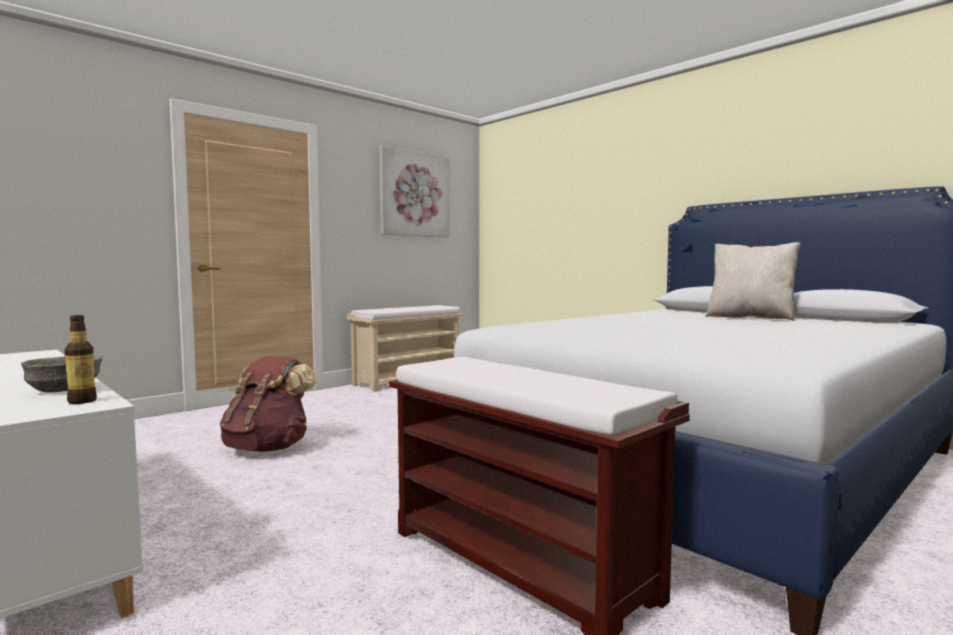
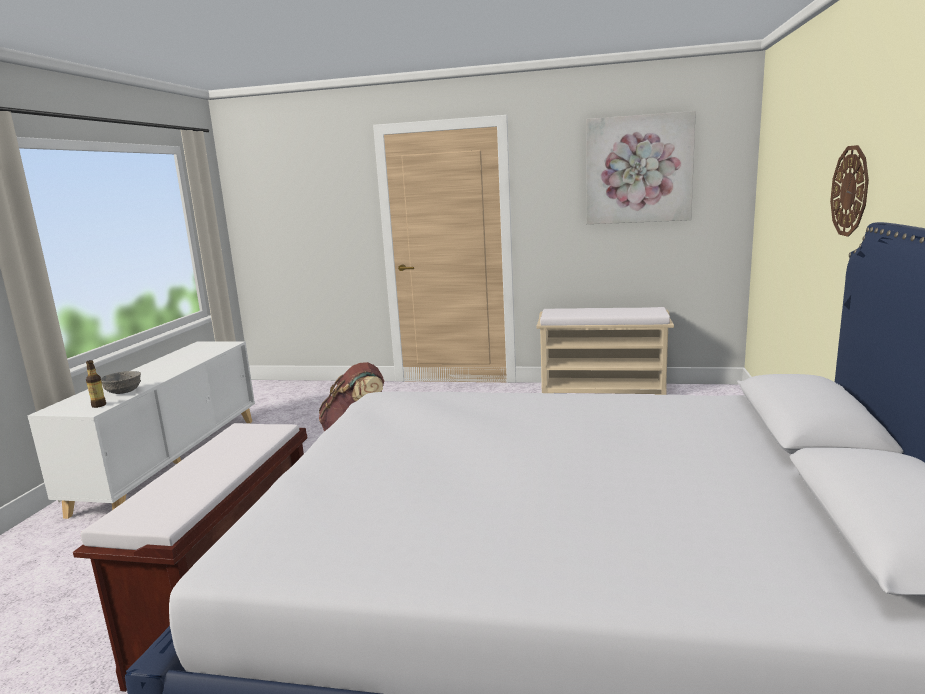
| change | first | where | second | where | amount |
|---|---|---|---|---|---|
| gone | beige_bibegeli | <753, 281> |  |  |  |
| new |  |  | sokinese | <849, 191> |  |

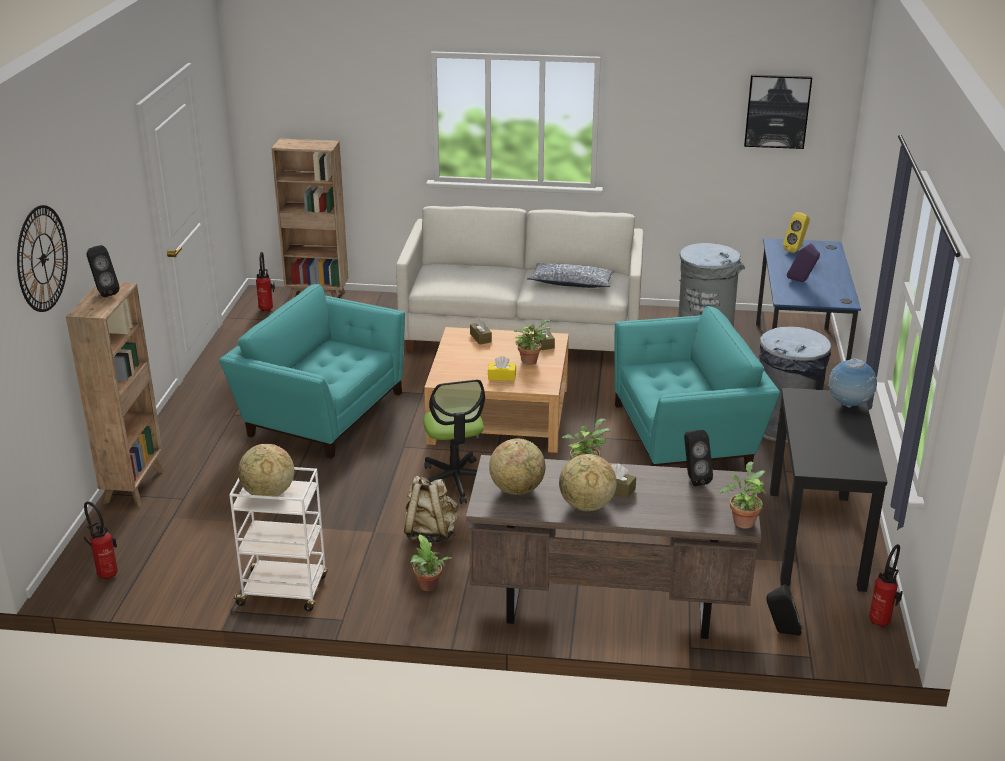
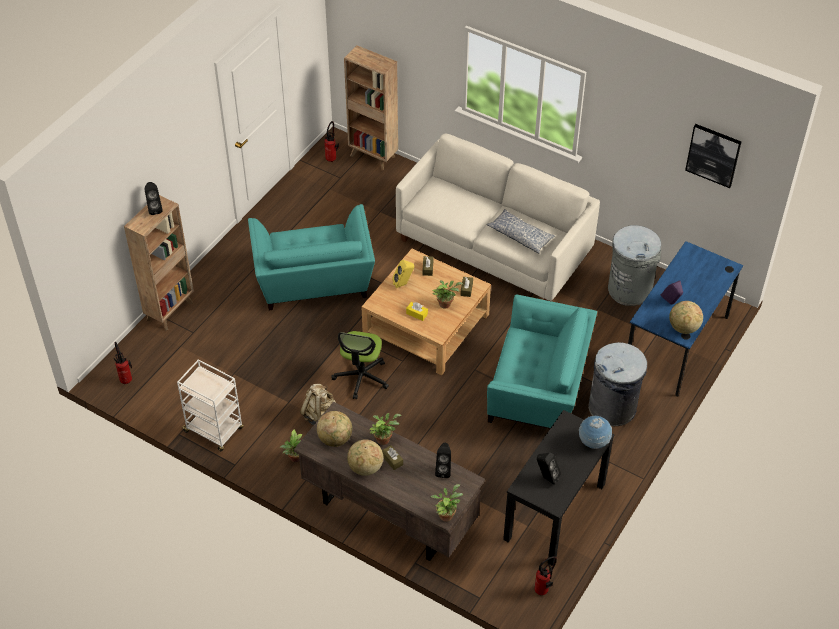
| change | first | where | second | where | amount |
|---|---|---|---|---|---|
| gone | sokinese | <42, 258> |  |  |  |
| shifted | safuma | <266, 470> |  | <686, 317> |  |
| shifted | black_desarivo | <784, 610> |  | <549, 469> |  |
| shifted | yellow_desarivo | <796, 232> |  | <403, 274> |  |
| rotated | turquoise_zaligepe | <312, 371> |  | <311, 257> | 150 degrees counterclockwise |

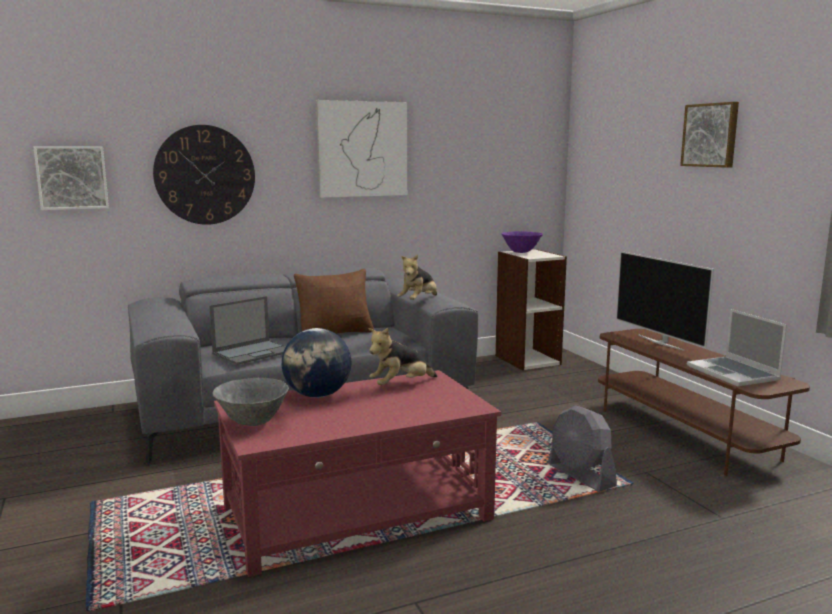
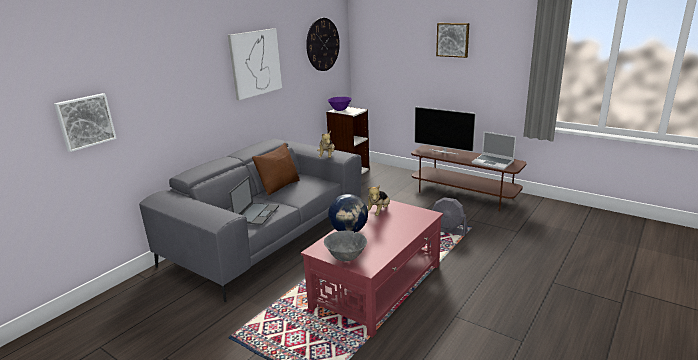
| change | first | where | second | where | amount |
|---|---|---|---|---|---|
| shifted | sokinese | <204, 175> |  | <323, 44> |  |

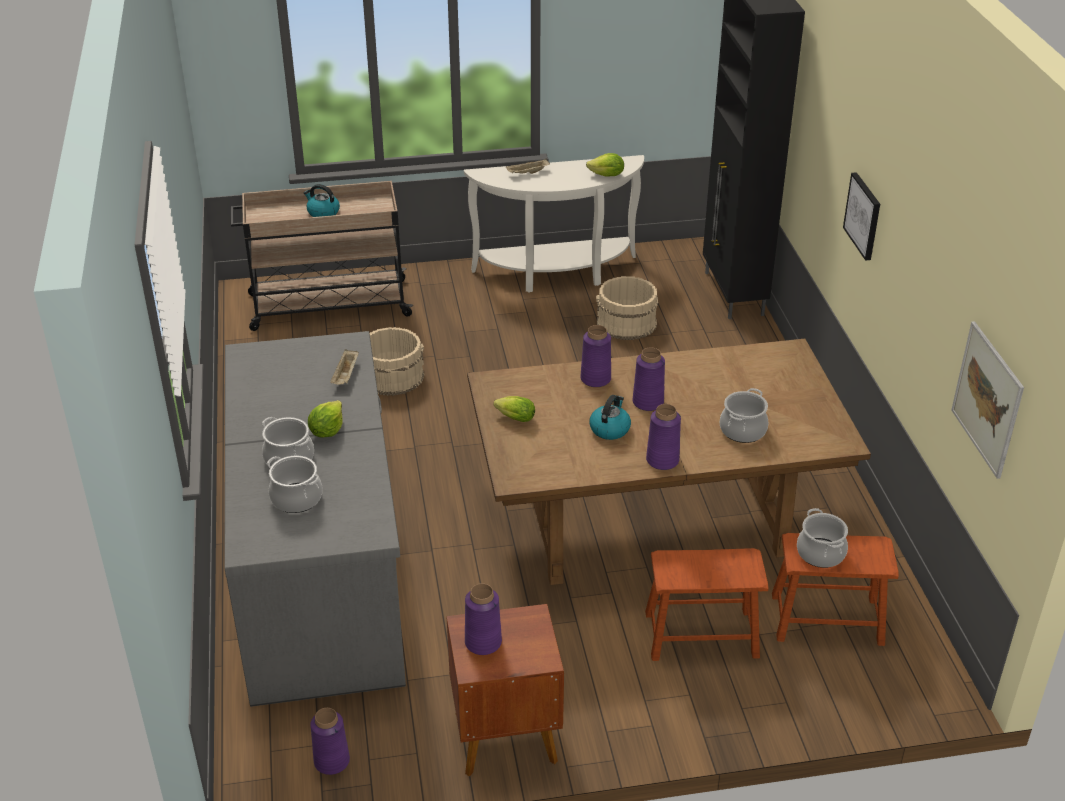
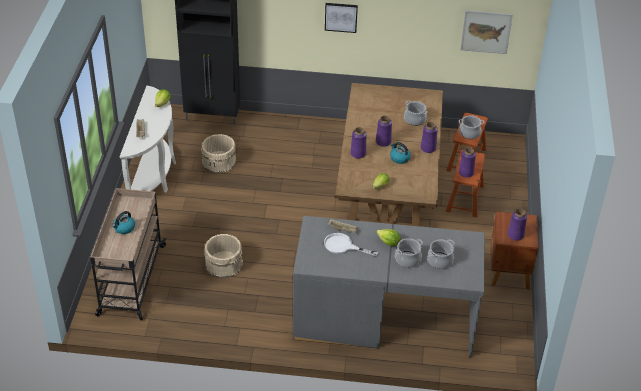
| change | first | where | second | where | amount |
|---|---|---|---|---|---|
| new |  |  | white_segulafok | <351, 244> |  |
| shifted | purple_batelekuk | <330, 741> |  | <467, 162> |  |

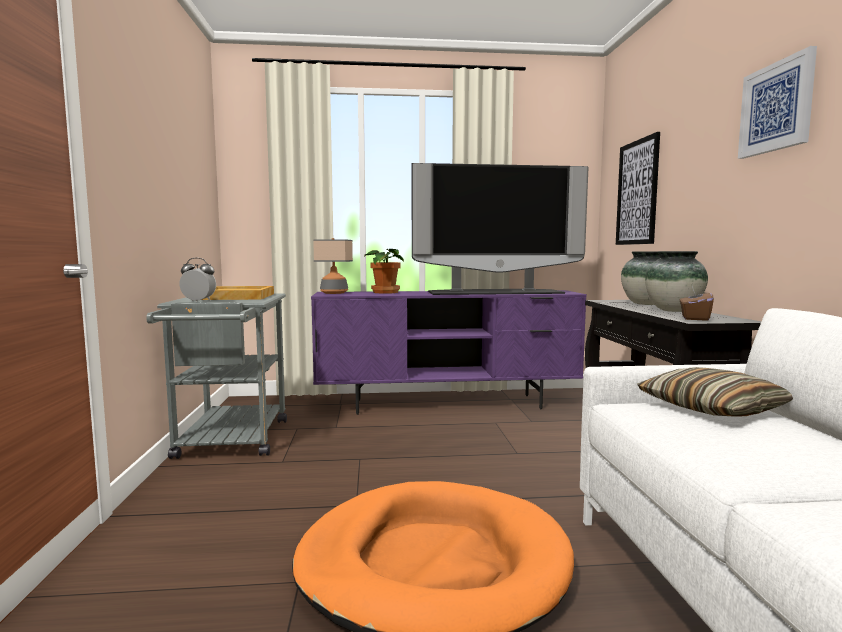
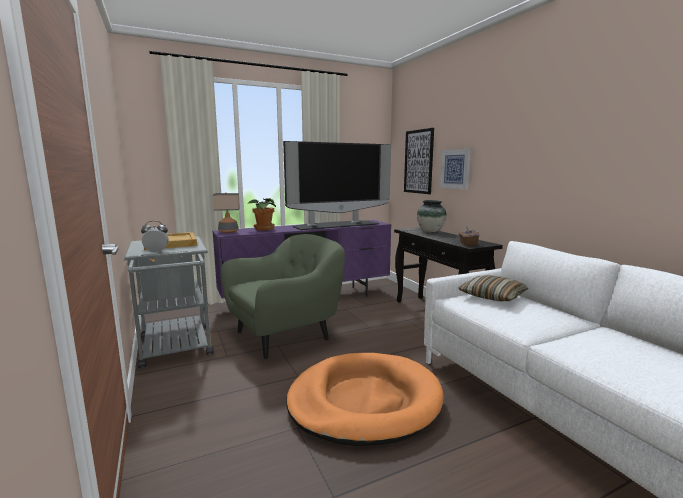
| change | first | where | second | where | amount |
|---|---|---|---|---|---|
| gone | batelekuk | <676, 281> |  |  |  |
| new |  |  | green_zaligepe | <283, 296> |  |
| shifted | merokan | <777, 102> |  | <455, 169> |  |

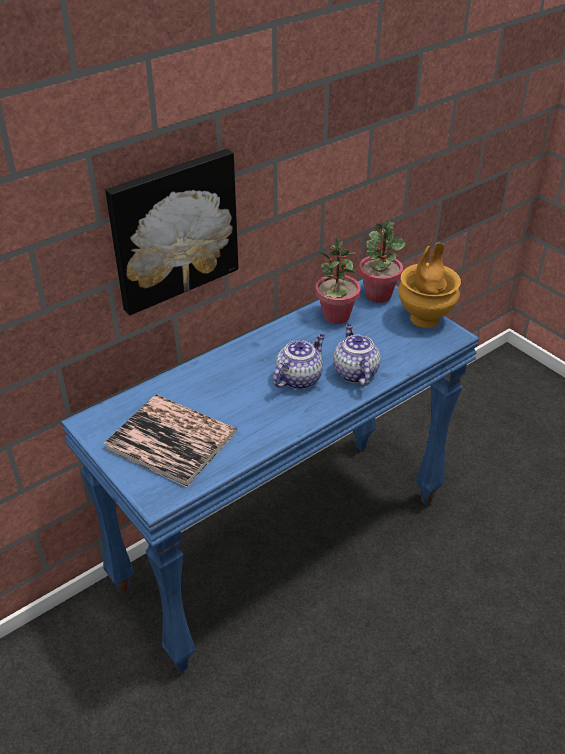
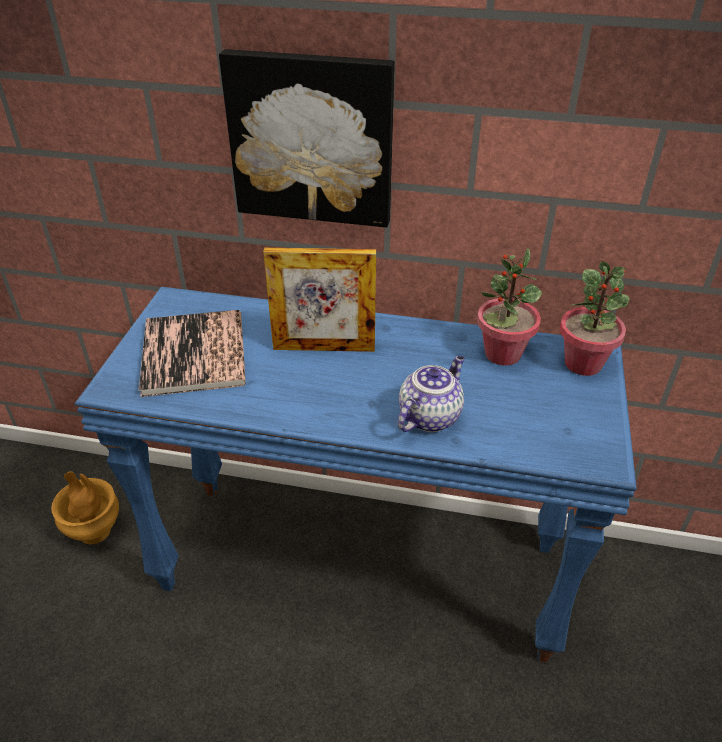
| change | first | where | second | where | amount |
|---|---|---|---|---|---|
| gone | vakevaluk | <299, 361> |  |  |  |
| new |  |  | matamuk | <319, 300> |  |
| shifted | brown_batelekuk | <429, 285> |  | <85, 507> |  |

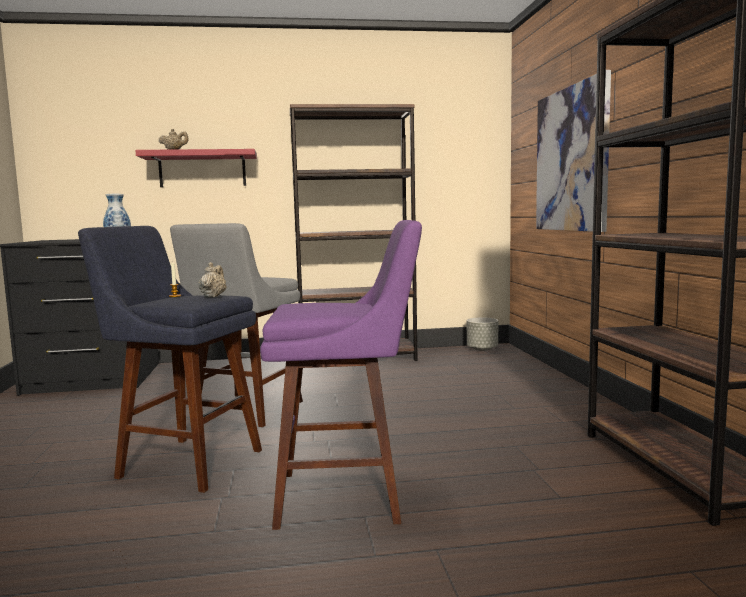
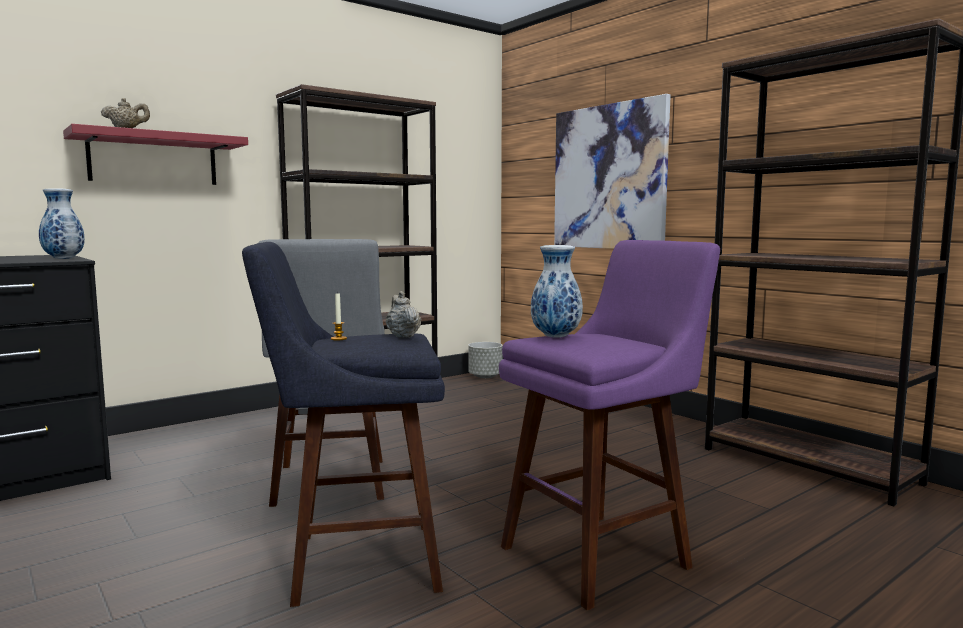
| change | first | where | second | where | amount |
|---|---|---|---|---|---|
| new |  |  | batelekuk | <557, 291> |  |

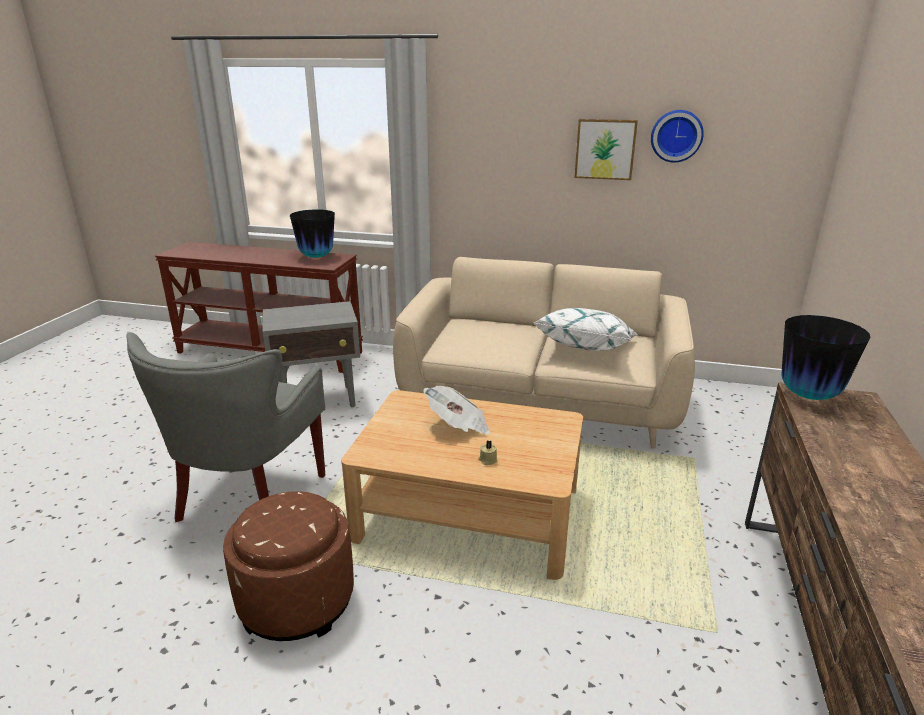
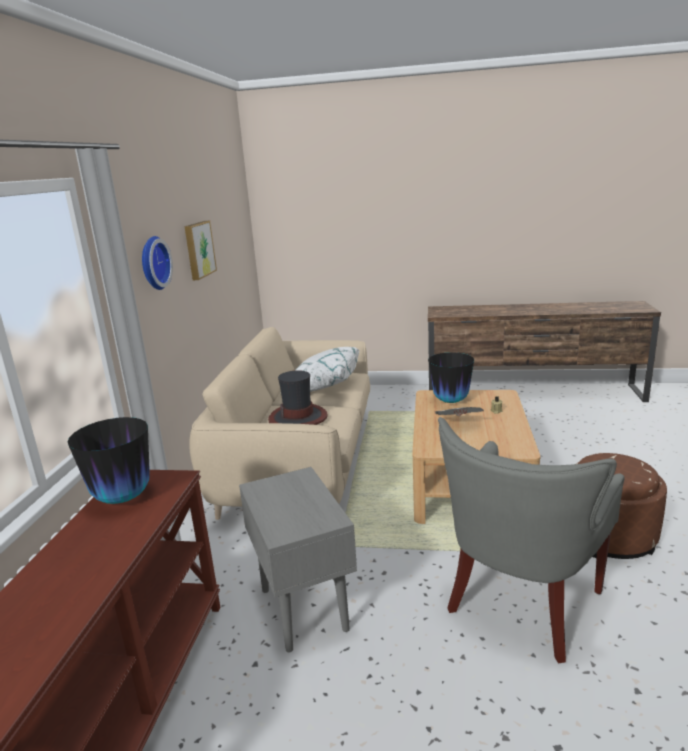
| change | first | where | second | where | amount |
|---|---|---|---|---|---|
| new |  |  | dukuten | <298, 397> |  |
| shifted | sokinese | <677, 136> |  | <157, 263> |  |
| shifted | batelekuk | <826, 357> |  | <451, 377> |  |
| rotated | grey_zaligepe | <225, 427> |  | <531, 540> | 120 degrees clockwise |

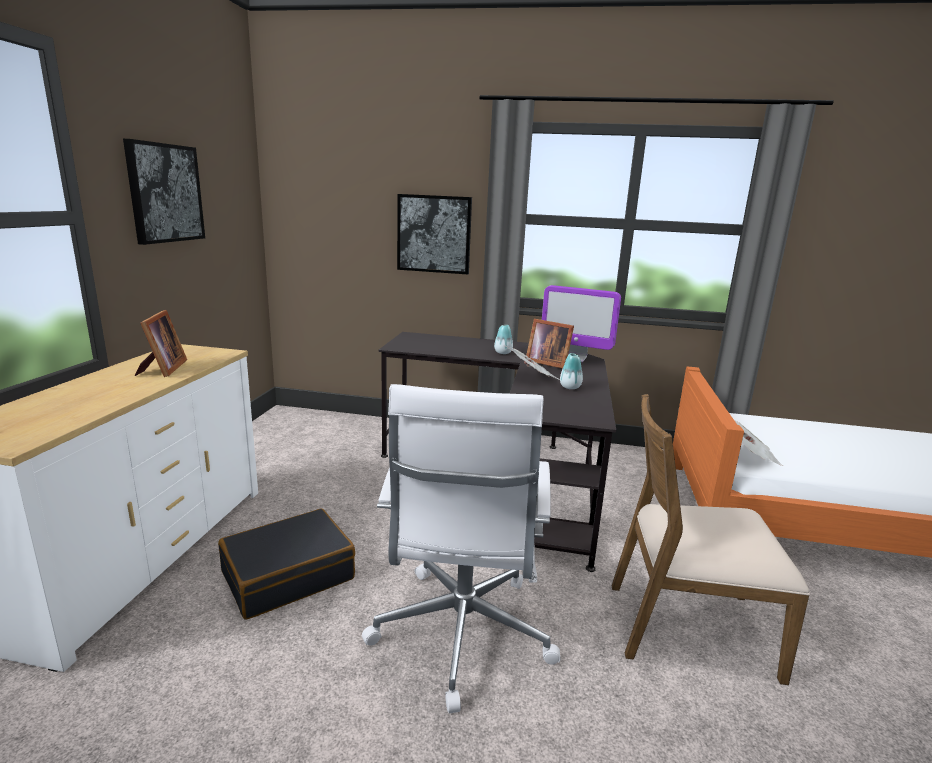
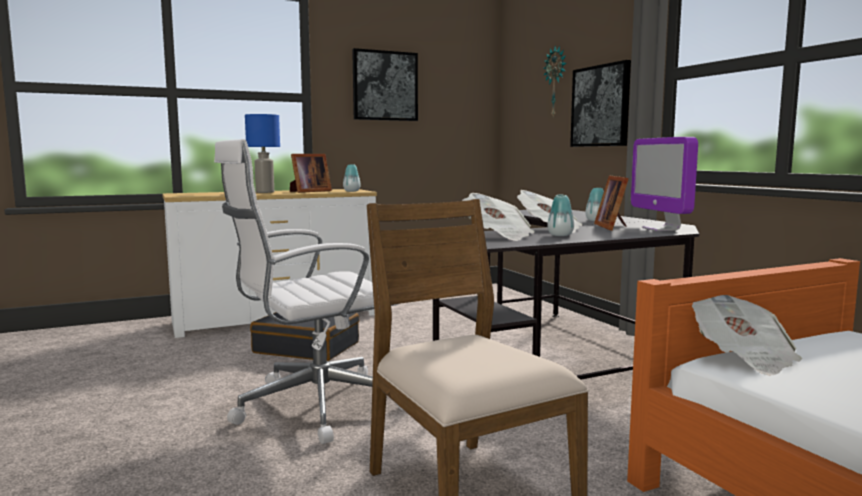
| change | first | where | second | where | amount |
|---|---|---|---|---|---|
| new |  |  | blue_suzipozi | <262, 153> |  |
| new |  |  | batelekuk | <352, 178> |  |
| new |  |  | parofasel | <498, 217> |  |
| new |  |  | sokinese | <555, 80> |  |

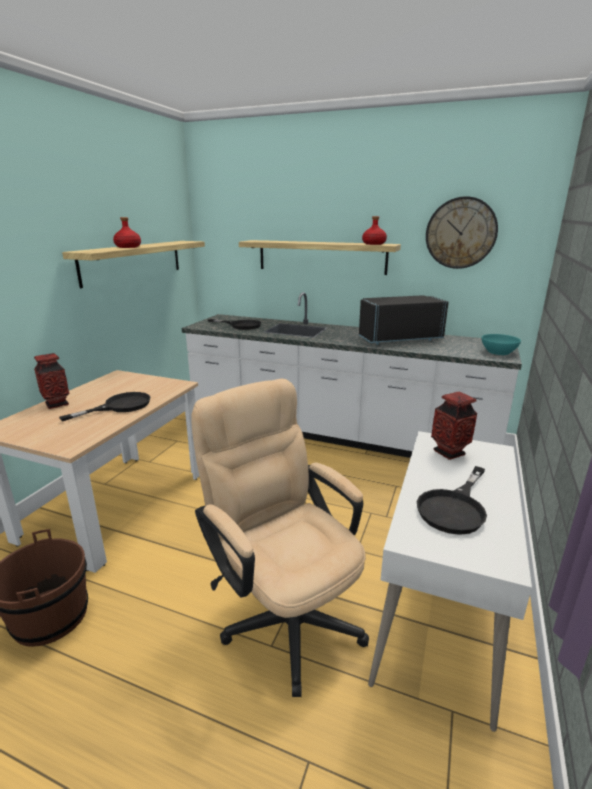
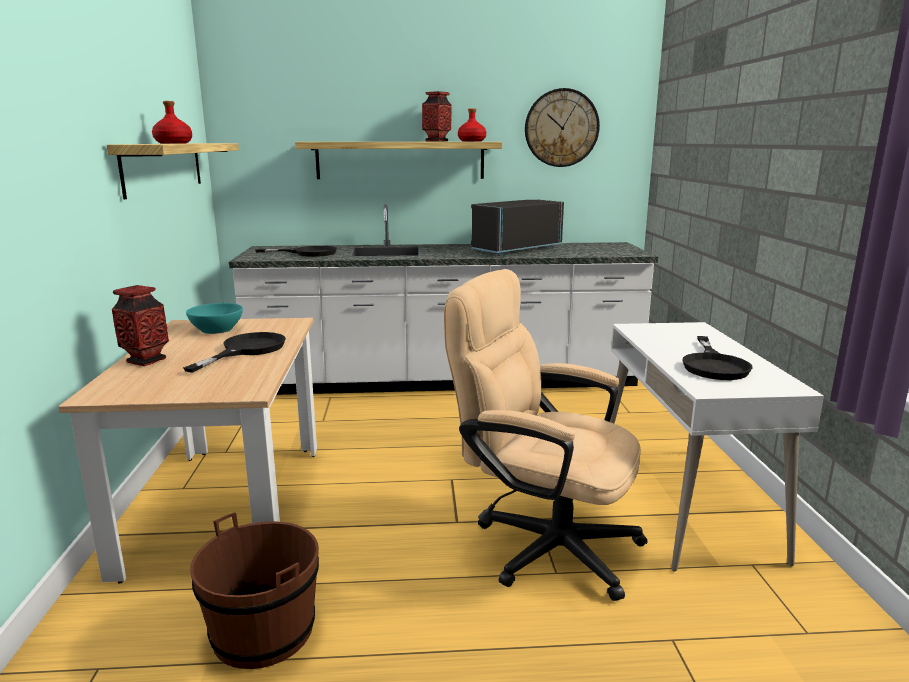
| change | first | where | second | where | amount |
|---|---|---|---|---|---|
| shifted | batelekuk | <454, 426> |  | <436, 116> |  |
| shifted | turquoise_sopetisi | <501, 344> |  | <214, 318> |  |

